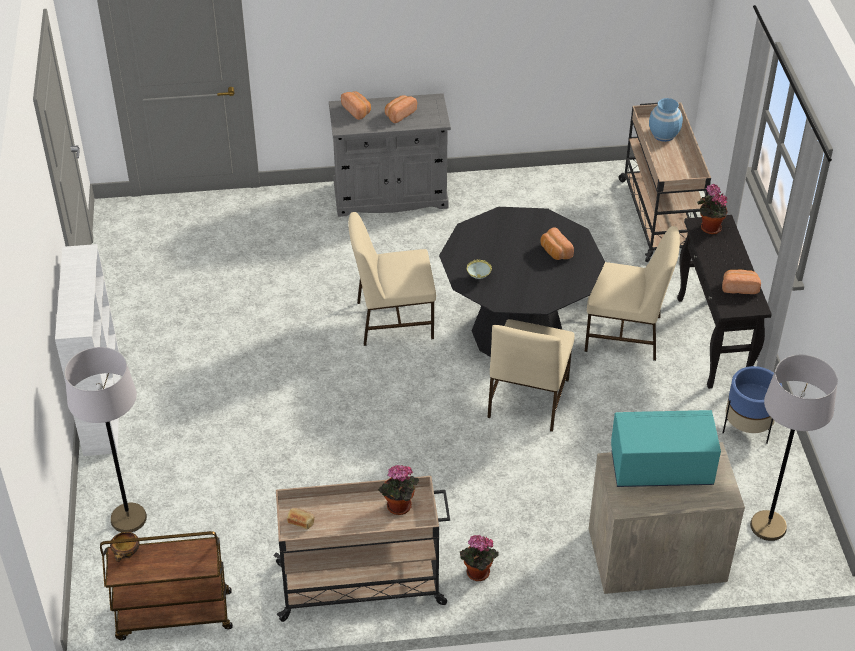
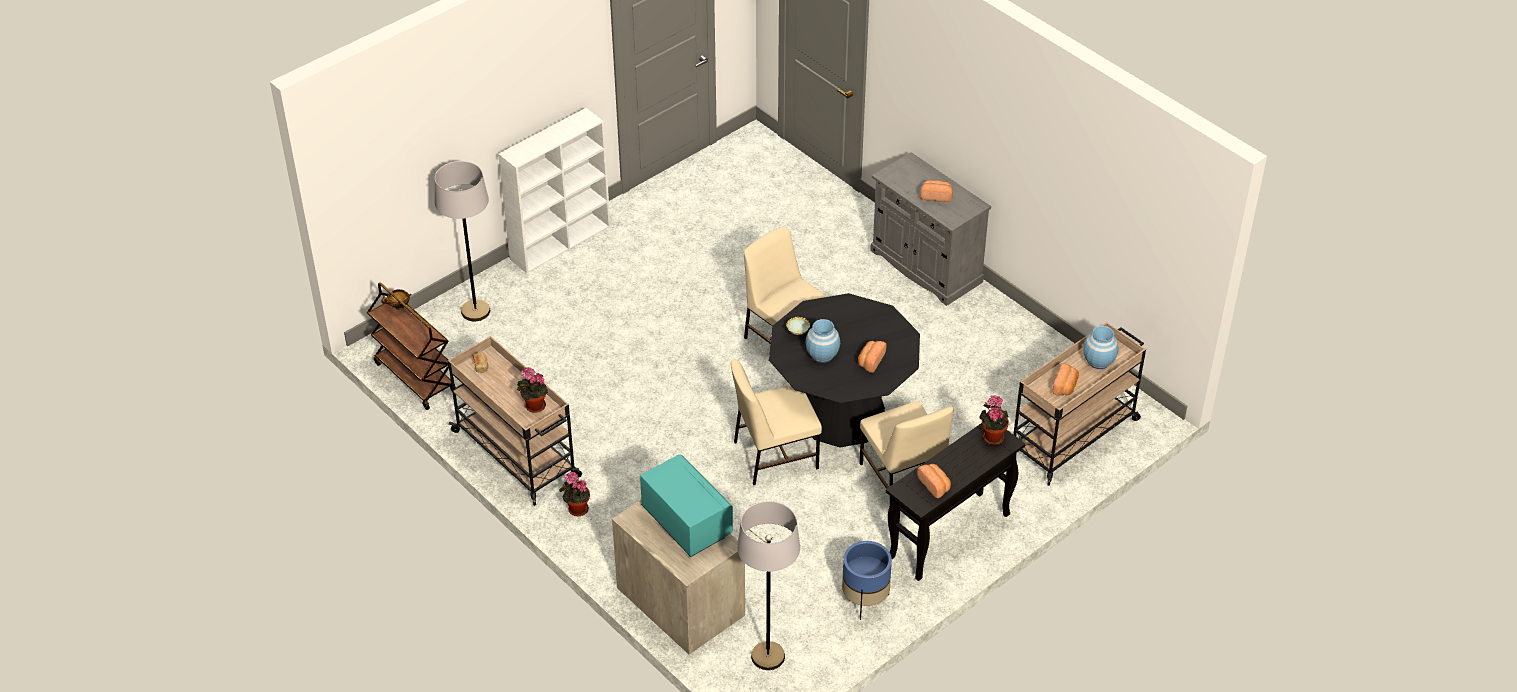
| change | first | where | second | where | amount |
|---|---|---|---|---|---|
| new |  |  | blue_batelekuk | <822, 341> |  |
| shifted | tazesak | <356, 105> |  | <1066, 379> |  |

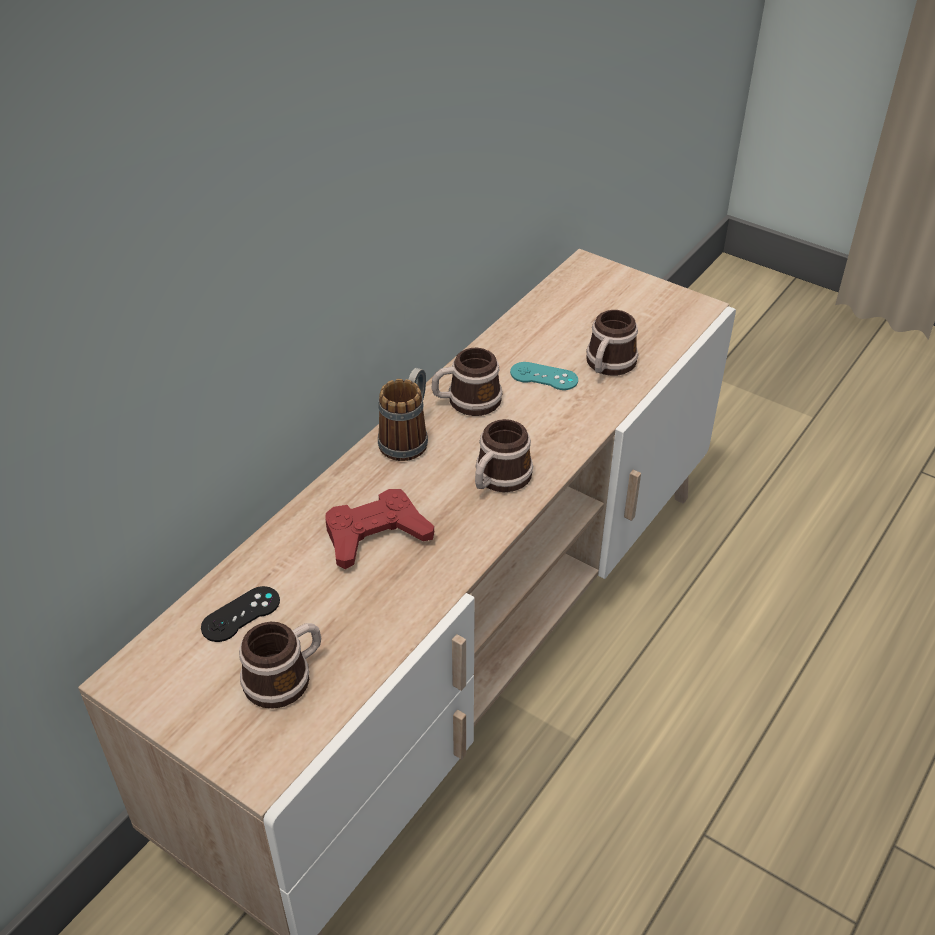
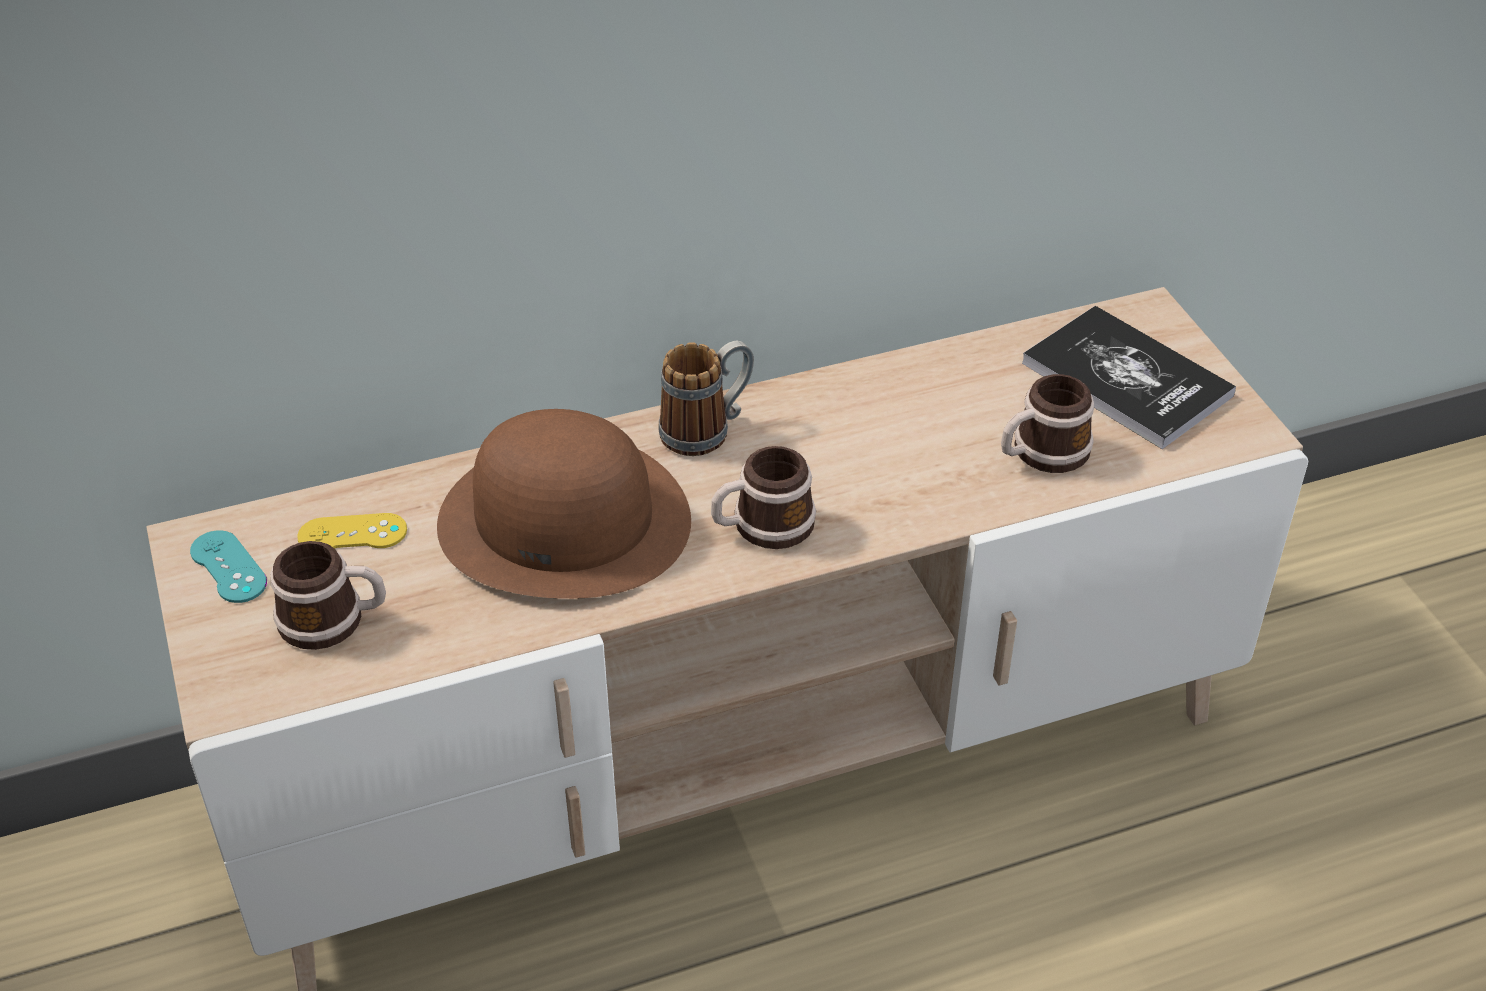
| change | first | where | second | where | amount |
|---|---|---|---|---|---|
| gone | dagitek | <467, 382> |  |  |  |
| new |  |  | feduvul | <1129, 377> |  |
| shifted | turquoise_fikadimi | <544, 376> |  | <228, 566> |  |
| swapped | red_fikadimi | <379, 529> | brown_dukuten | <564, 504> |  |
| repainted | black_fikadimi | <240, 614> | yellow_fikadimi | <352, 531> |  |

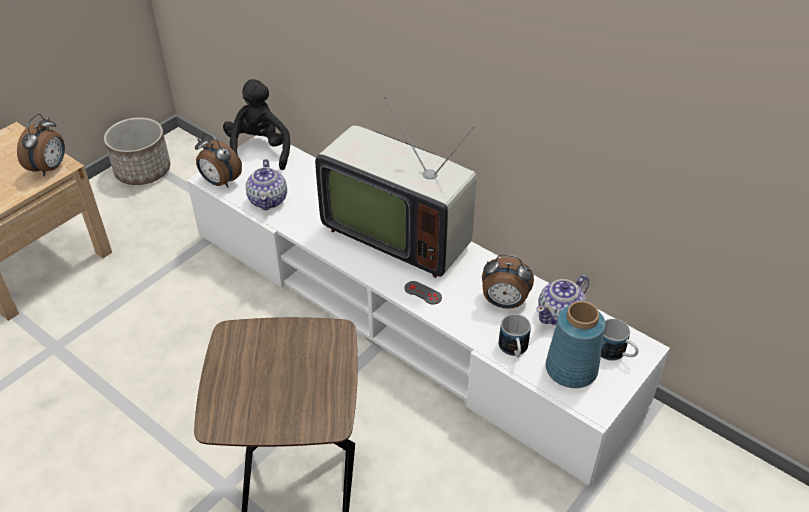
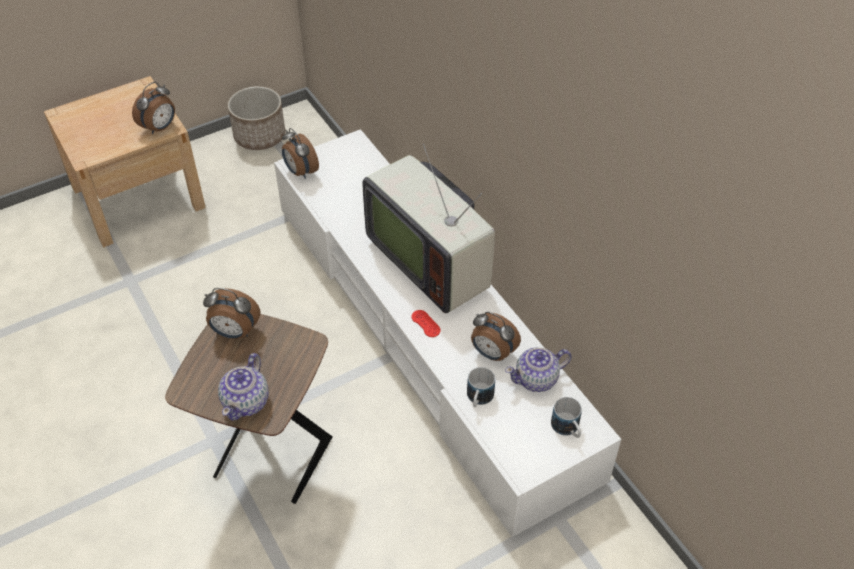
| change | first | where | second | where | amount |
|---|---|---|---|---|---|
| gone | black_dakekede | <256, 124> |  |  |  |
| gone | blue_batelekuk | <575, 344> |  |  |  |
| new |  |  | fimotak | <231, 313> |  |
| shifted | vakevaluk | <266, 184> |  | <243, 387> |  |
| repainted | grey_fikadimi | <423, 293> | red_fikadimi | <426, 323> |  |

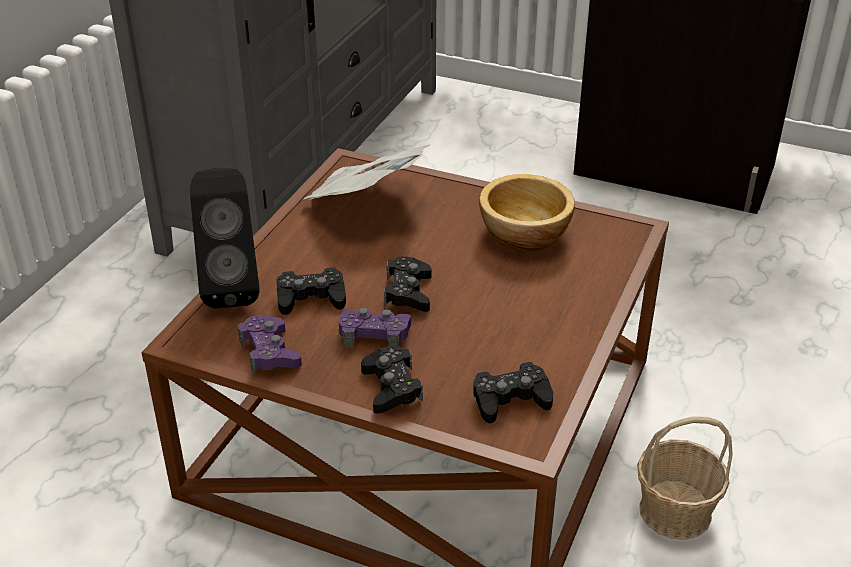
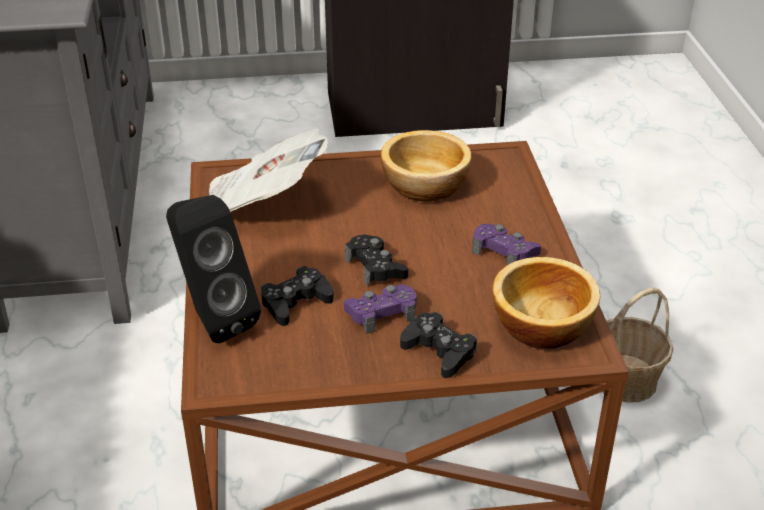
| change | first | where | second | where | amount |
|---|---|---|---|---|---|
| shifted | purple_fikadimi | <270, 344> |  | <506, 245> |  |
| swapped | black_fikadimi | <513, 392> | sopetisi | <546, 303> |  |

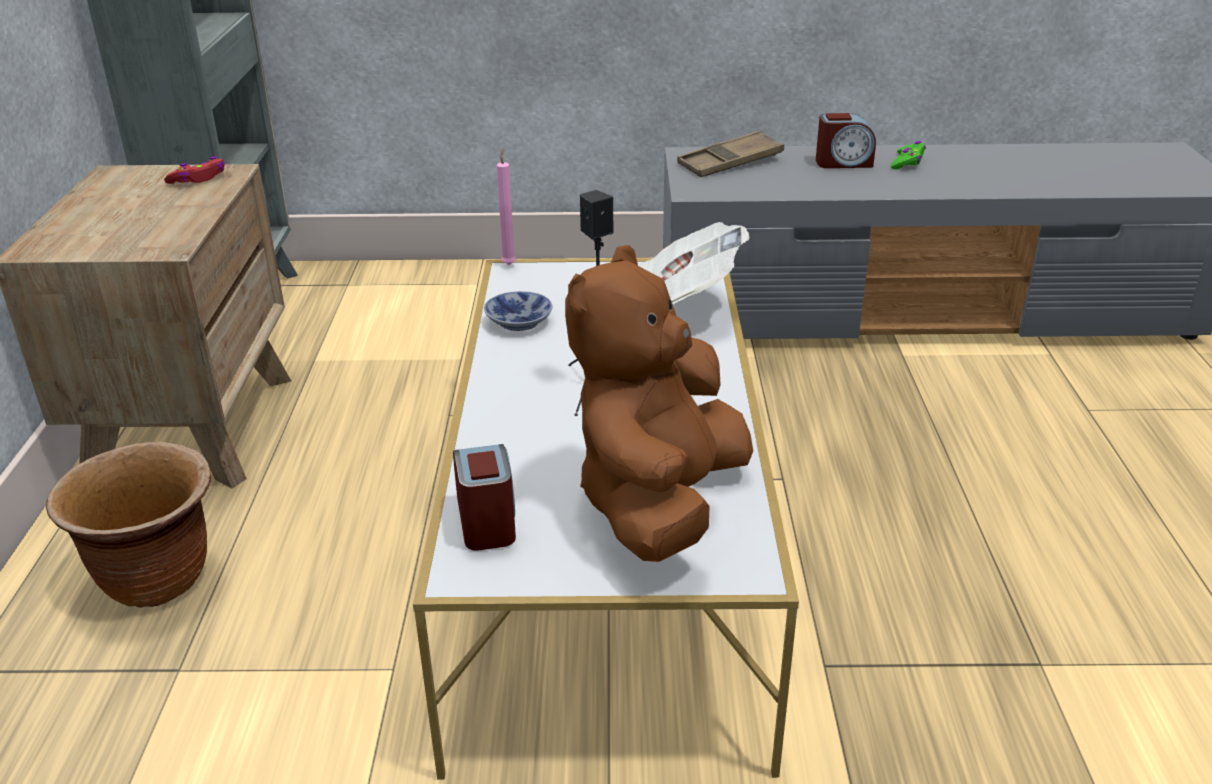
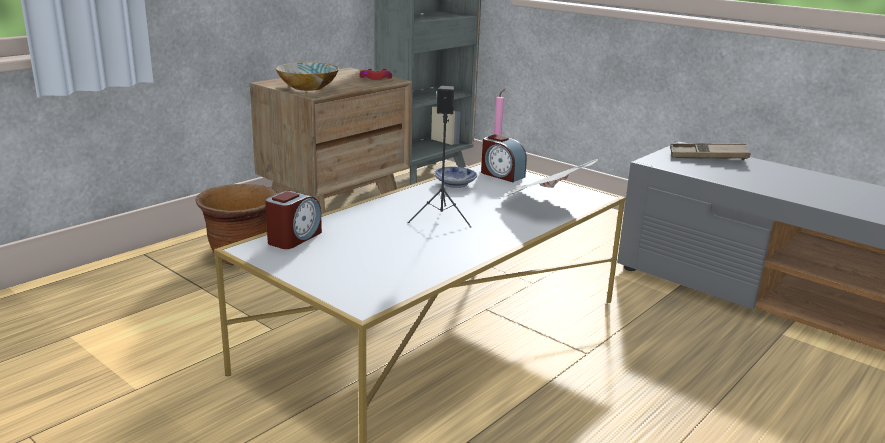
| change | first | where | second | where | amount |
|---|---|---|---|---|---|
| gone | brown_dakekede | <659, 403> |  |  |  |
| gone | green_fikadimi | <908, 155> |  |  |  |
| new |  |  | sopetisi | <307, 76> |  |
| shifted | fimotak | <846, 140> |  | <504, 158> |  |

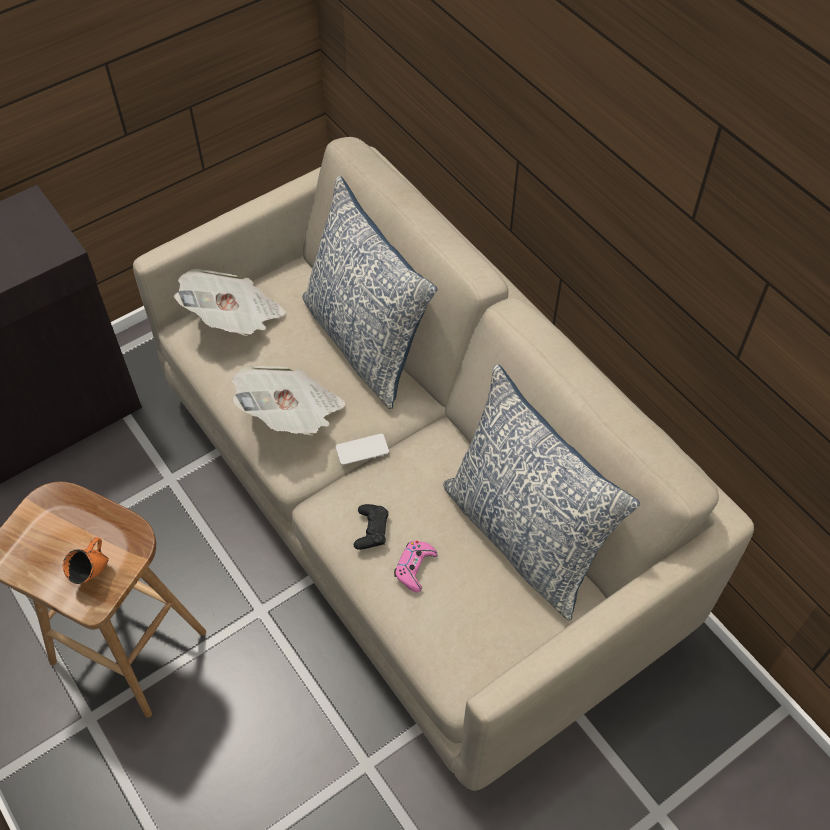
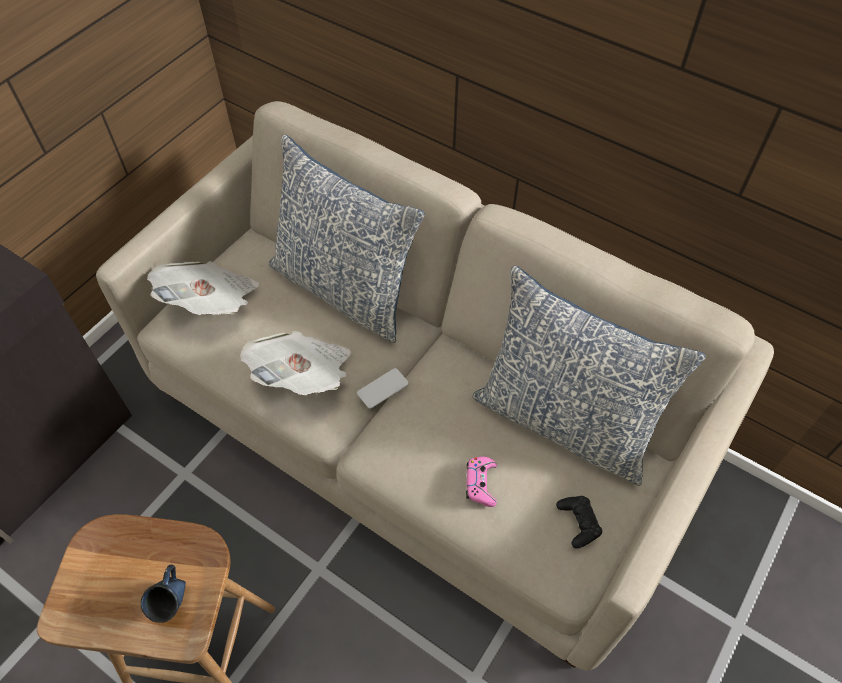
| change | first | where | second | where | amount |
|---|---|---|---|---|---|
| shifted | black_fikadimi | <371, 527> |  | <579, 522> |  |
| repainted | orange_dagitek | <86, 560> | blue_dagitek | <163, 593> |  |

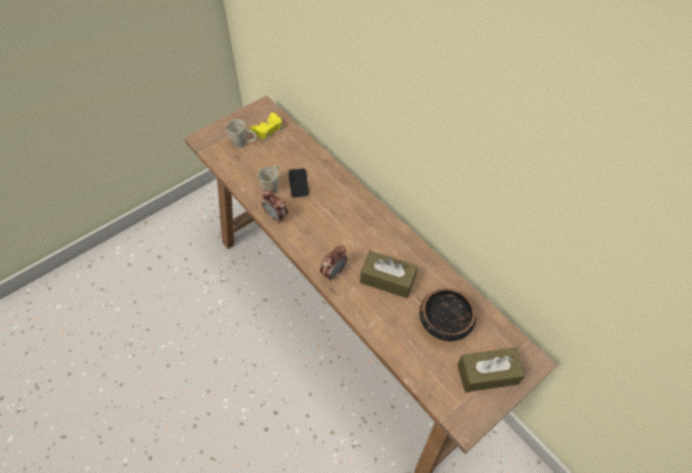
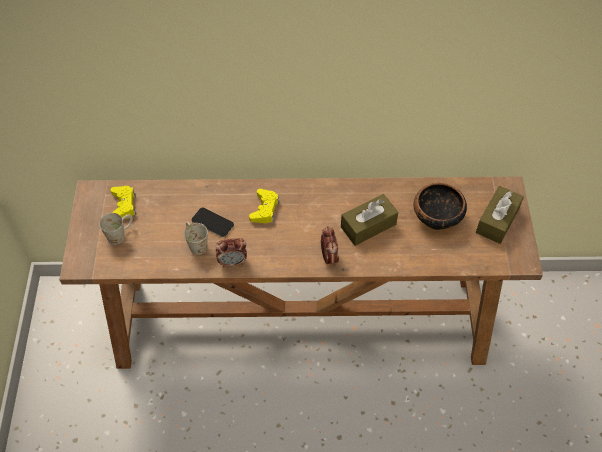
| change | first | where | second | where | amount |
|---|---|---|---|---|---|
| new |  |  | yellow_fikadimi | <264, 206> |  |

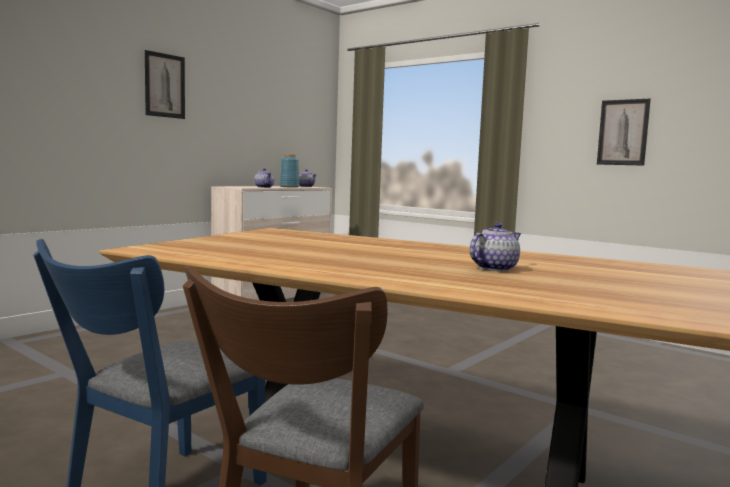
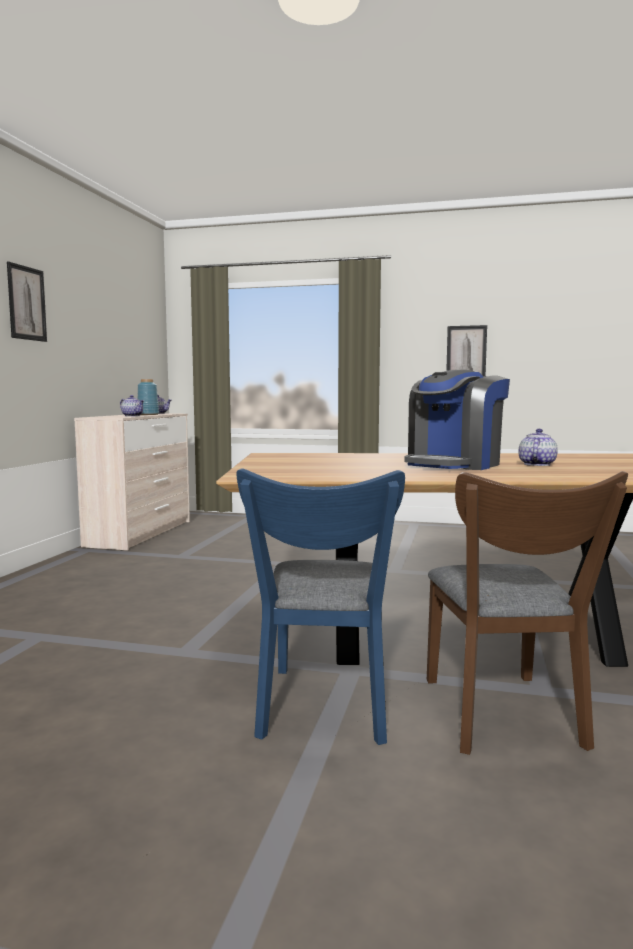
| change | first | where | second | where | amount |
|---|---|---|---|---|---|
| new |  |  | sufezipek | <457, 420> |  |

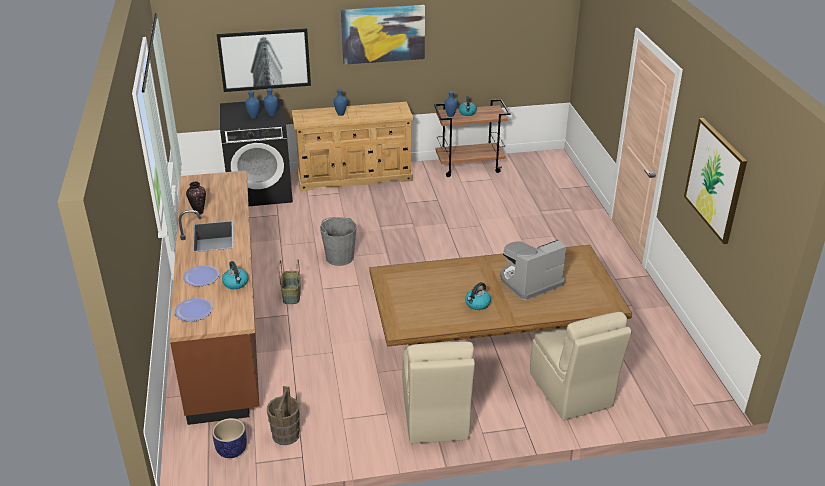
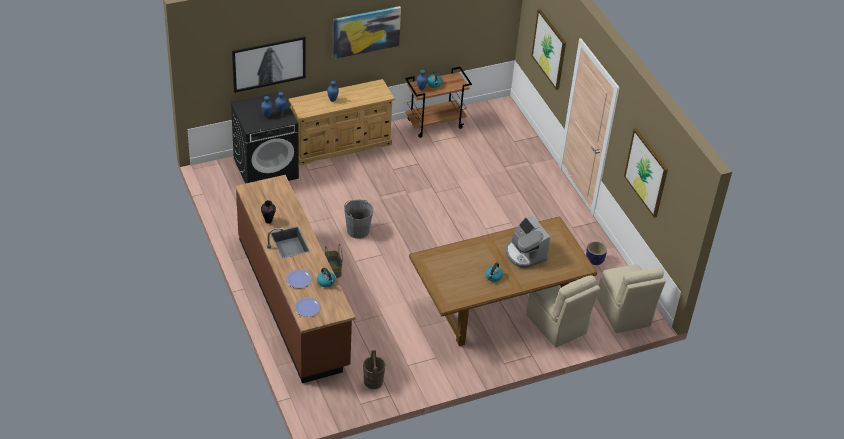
| change | first | where | second | where | amount |
|---|---|---|---|---|---|
| new |  |  | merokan | <549, 49> |  |
| shifted | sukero | <229, 438> |  | <596, 253> |  |
| shifted | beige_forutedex | <438, 392> |  | <631, 298> |  |
| rotated | sufezipek | <533, 270> |  | <528, 242> | 75 degrees counterclockwise |

